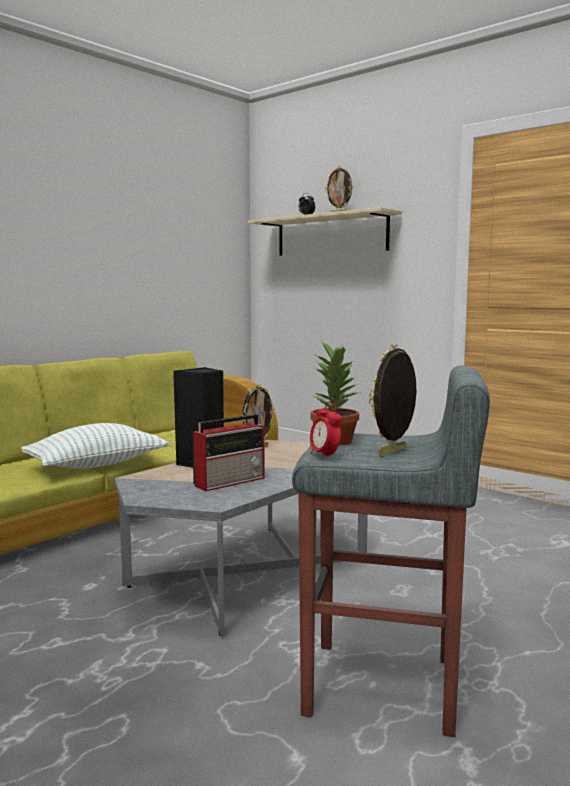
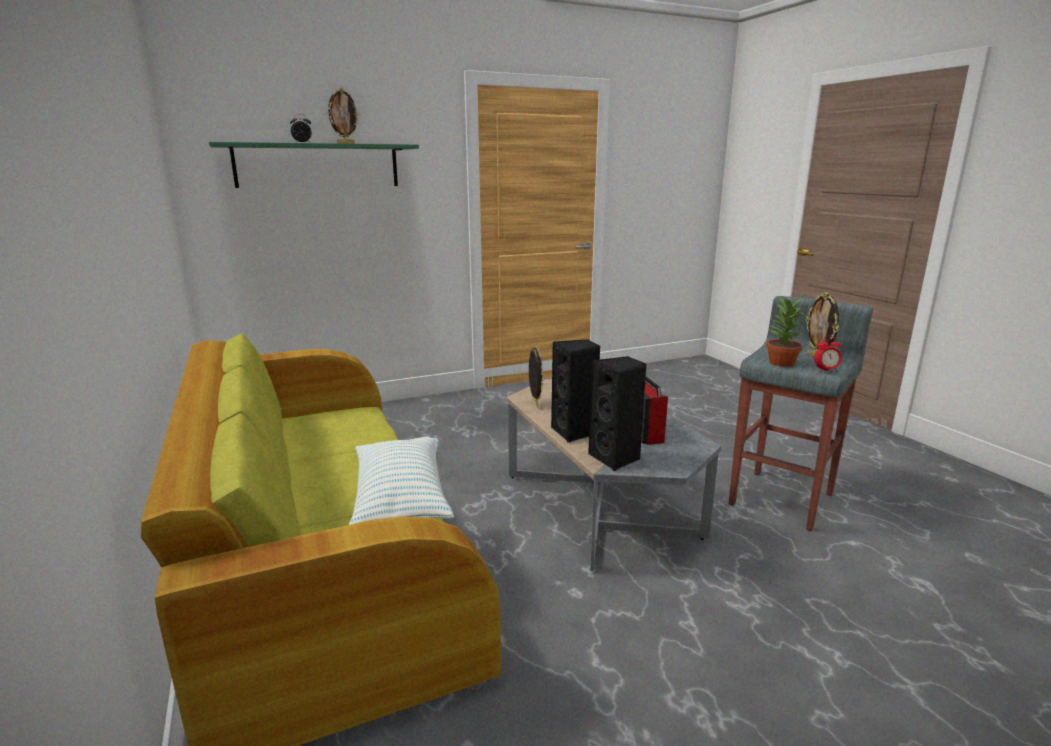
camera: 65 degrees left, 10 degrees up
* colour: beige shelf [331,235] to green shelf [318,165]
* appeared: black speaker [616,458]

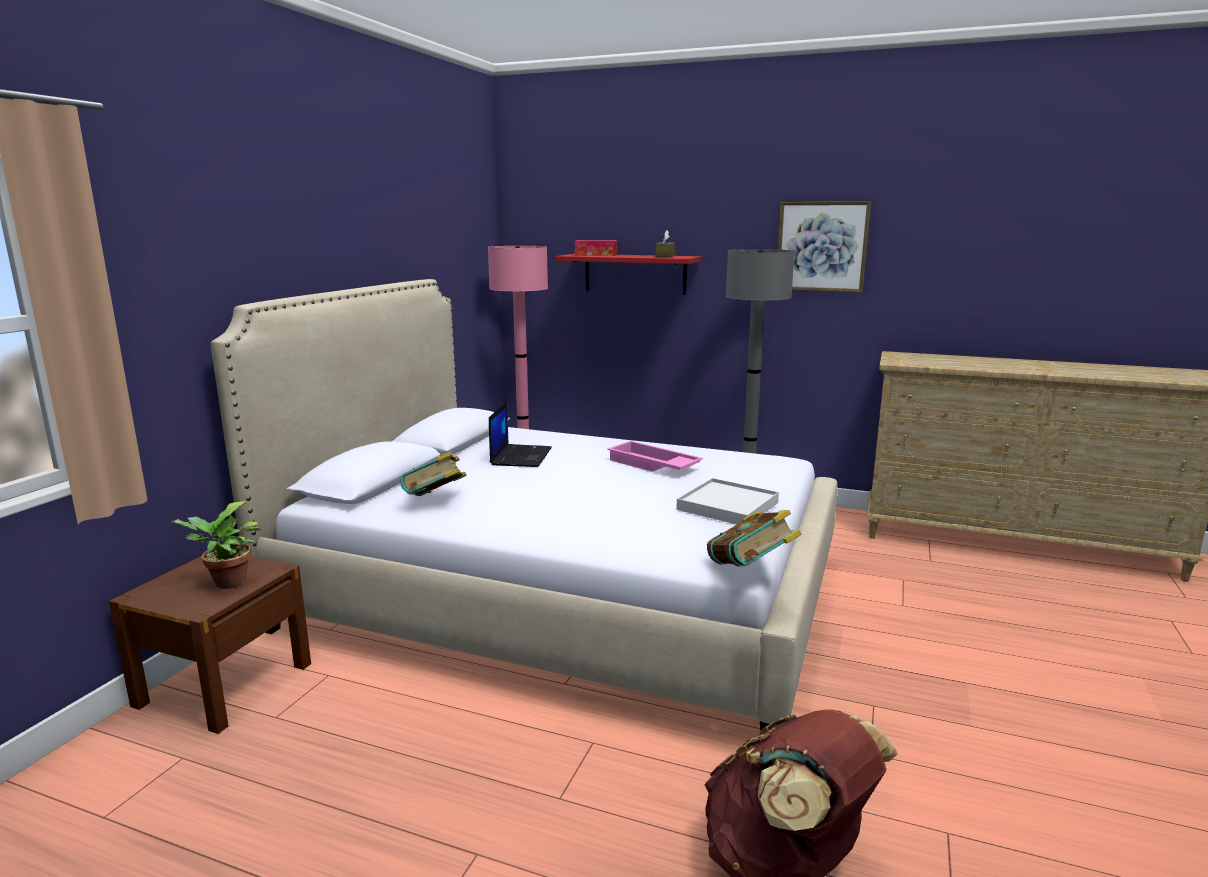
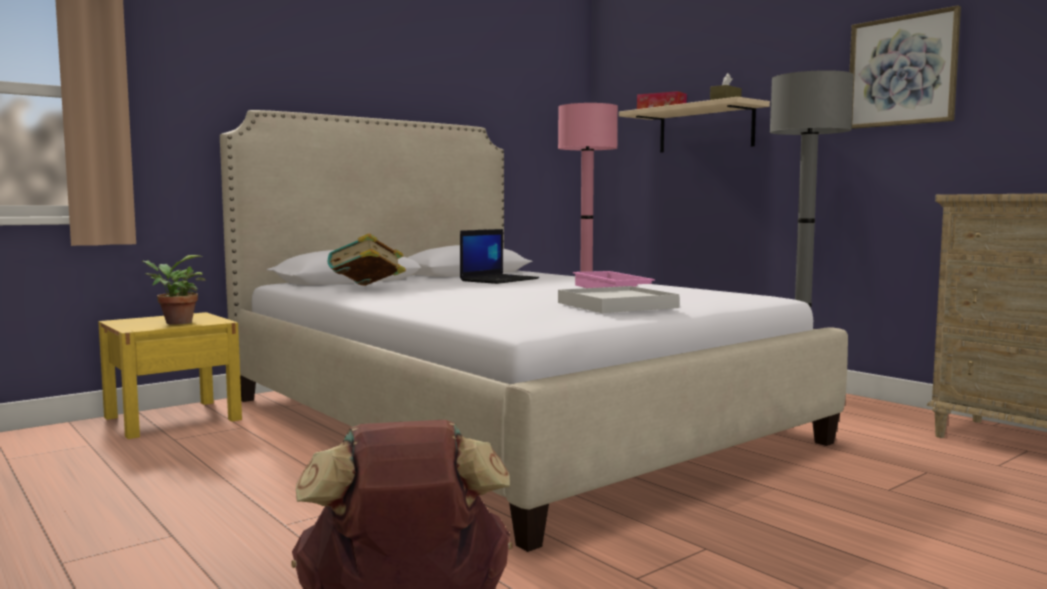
camera: 30 degrees right, 10 degrees down
* colour: brown nightstand [224,684] to yellow nightstand [172,418]
* colour: red shelf [635,274] to beige shelf [705,129]
* missing: book [750,570]

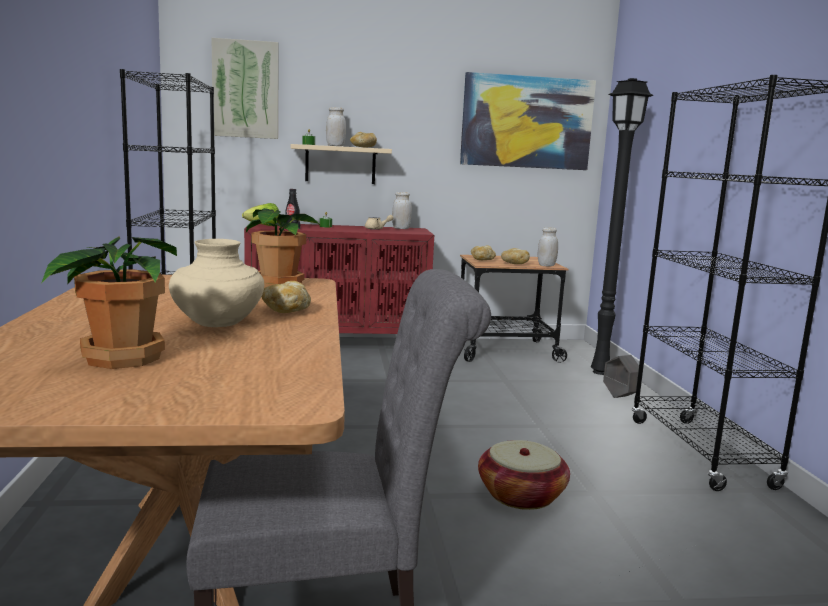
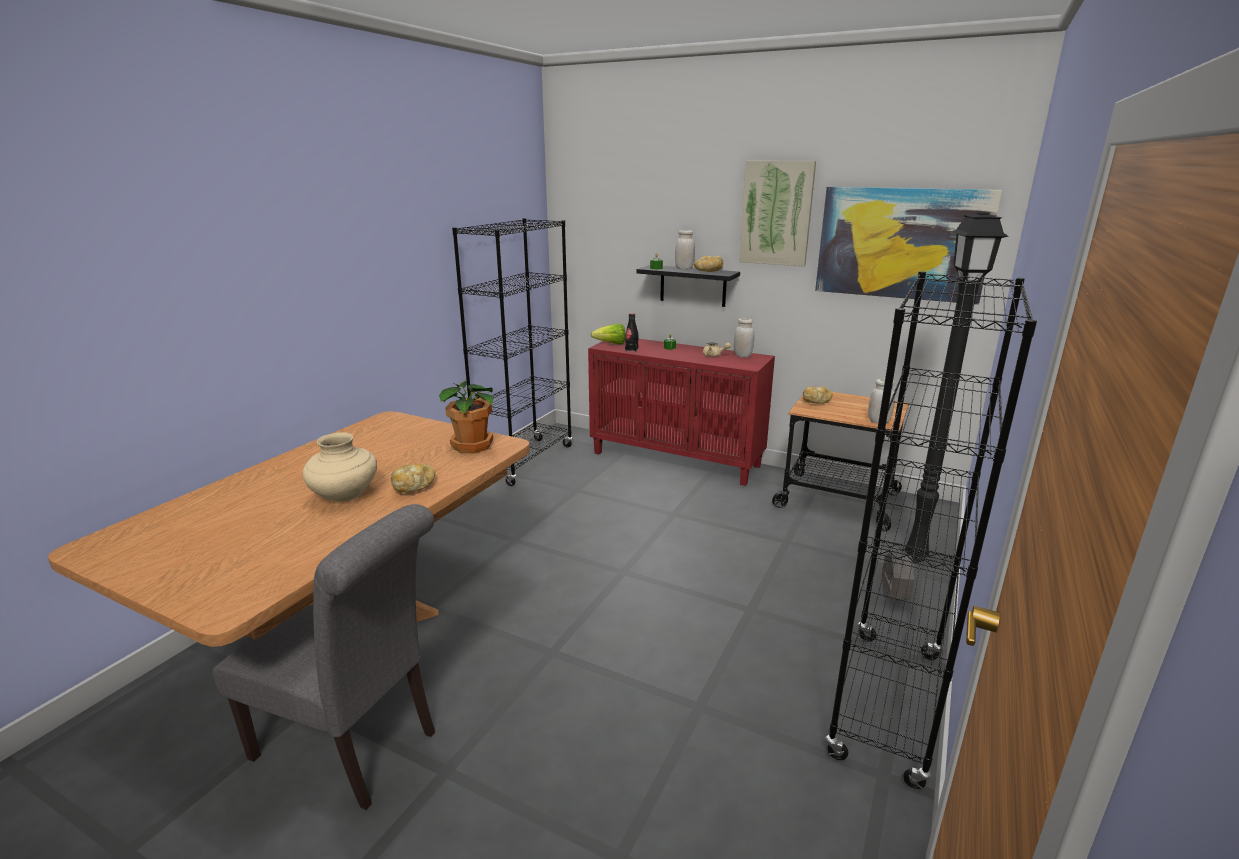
camera: 35 degrees right, 10 degrees up
* missing: potted plant [119,358]
* relocated: picture [245,89] to [776,213]
* colour: beige shelf [340,164] to black shelf [693,285]
* missing: basket [521,495]
* missing: bread [514,263]

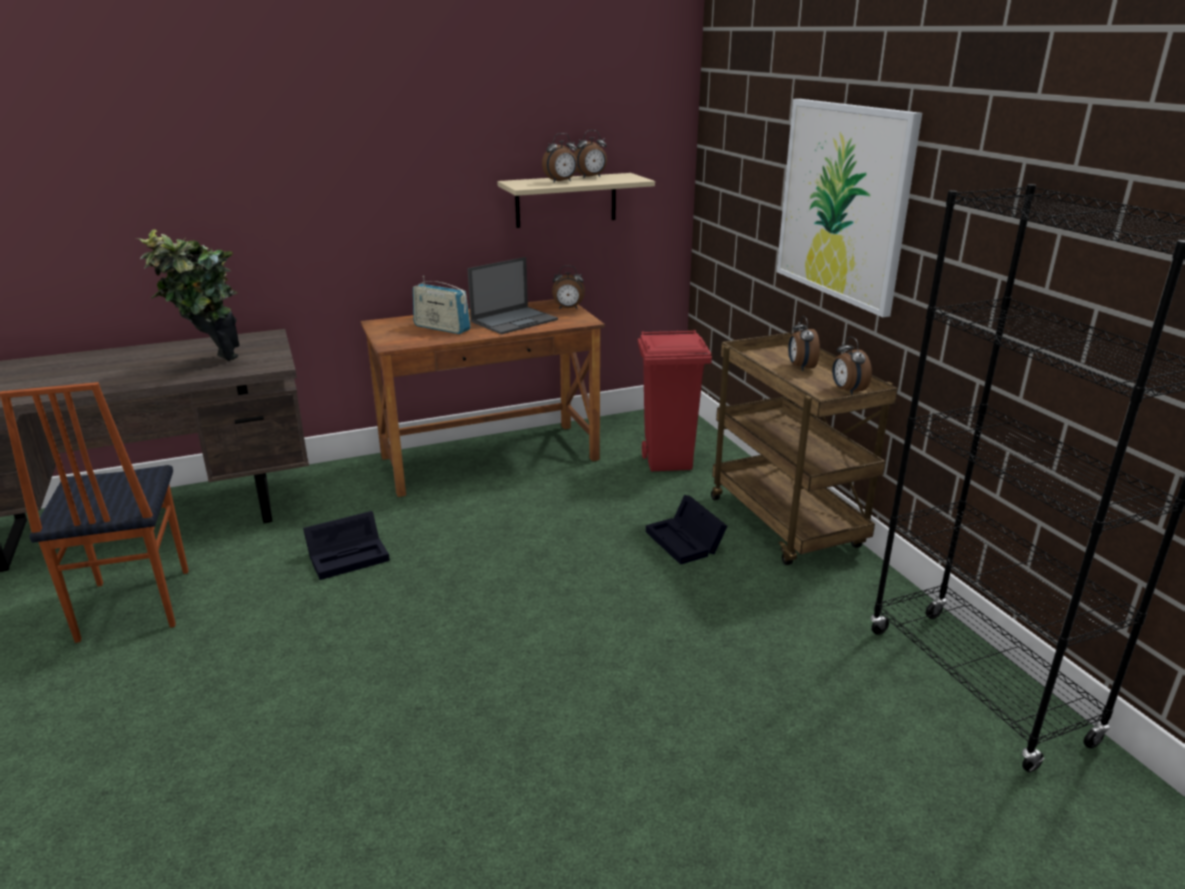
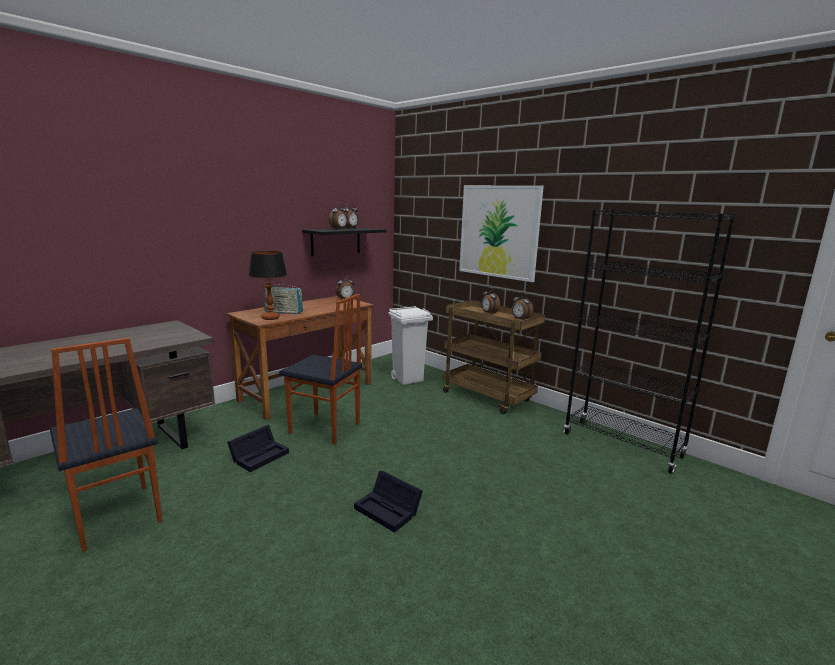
camera: 25 degrees left, 10 degrees down
* missing: potted plant [211,366]
* missing: laptop [515,320]
* colour: beige shelf [566,200] to black shelf [336,241]
* colour: red trash can [669,462] to white trash can [408,379]
* relocated: black storage box [686,542] to [389,510]
* appeared: table lamp [270,318]
* appeared: chair [324,429]

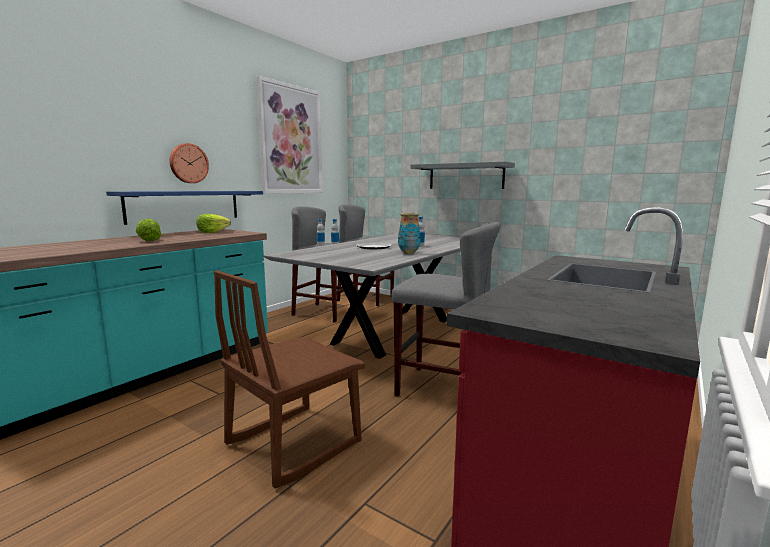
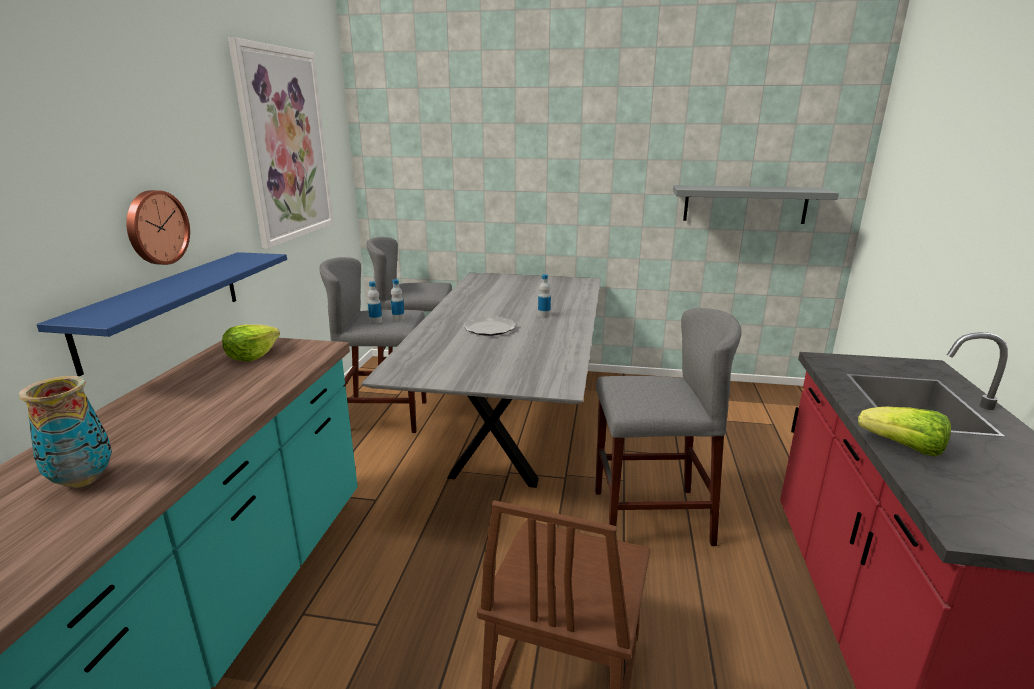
camera: 25 degrees left, 10 degrees up
* relocated: lettuce [149,240] to [903,447]
* relocated: vase [408,253] to [82,480]
* relocated: grey shelf [465,176] to [745,204]

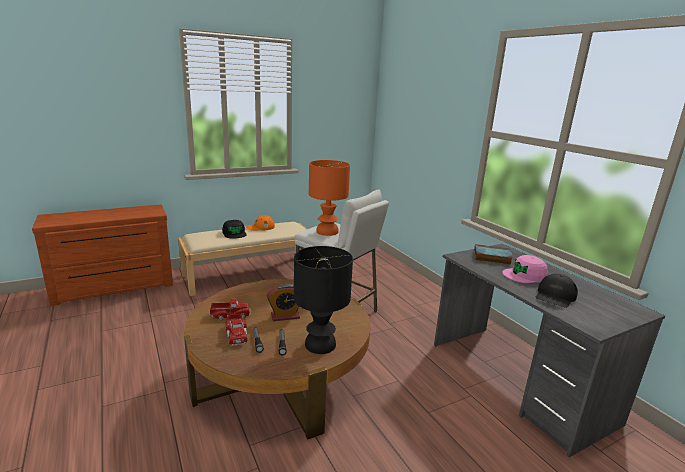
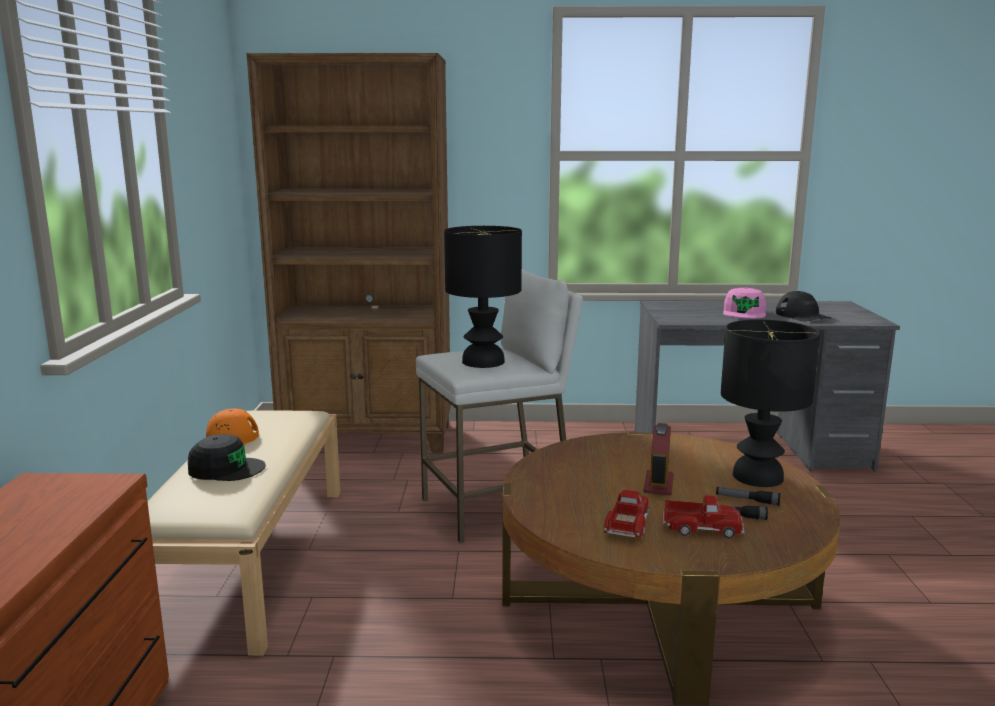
camera: 60 degrees left, 5 degrees down
* colour: orange table lamp [327,232] to black table lamp [484,362]
* missing: book [491,257]
* appeared: brown bookcase [369,438]

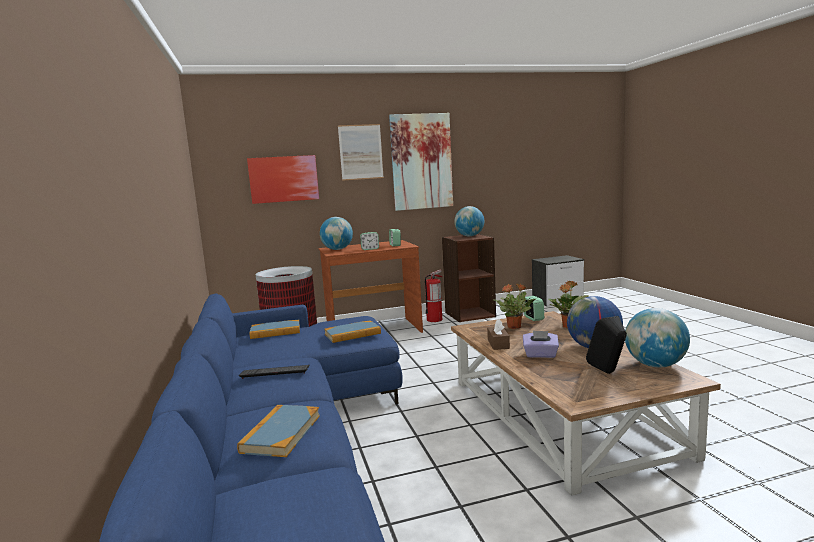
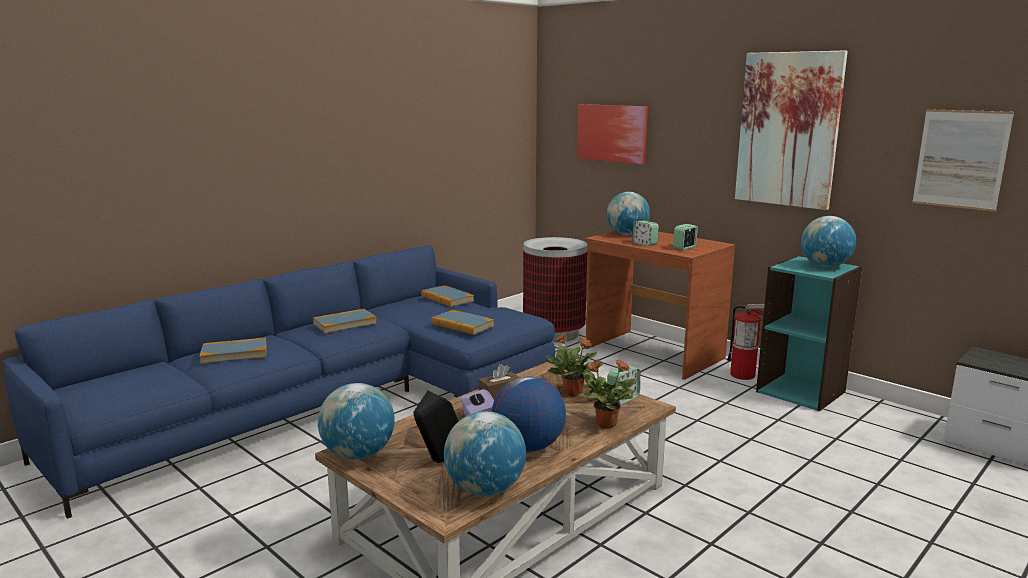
camera: 60 degrees right, 5 degrees up
* exchanged: keyboard [275,372] to book [345,323]
* relocated: picture [361,152] to [960,159]
* colour: brown bookcase [469,314] to turquoise bookcase [801,391]
* appeared: globe [358,455]

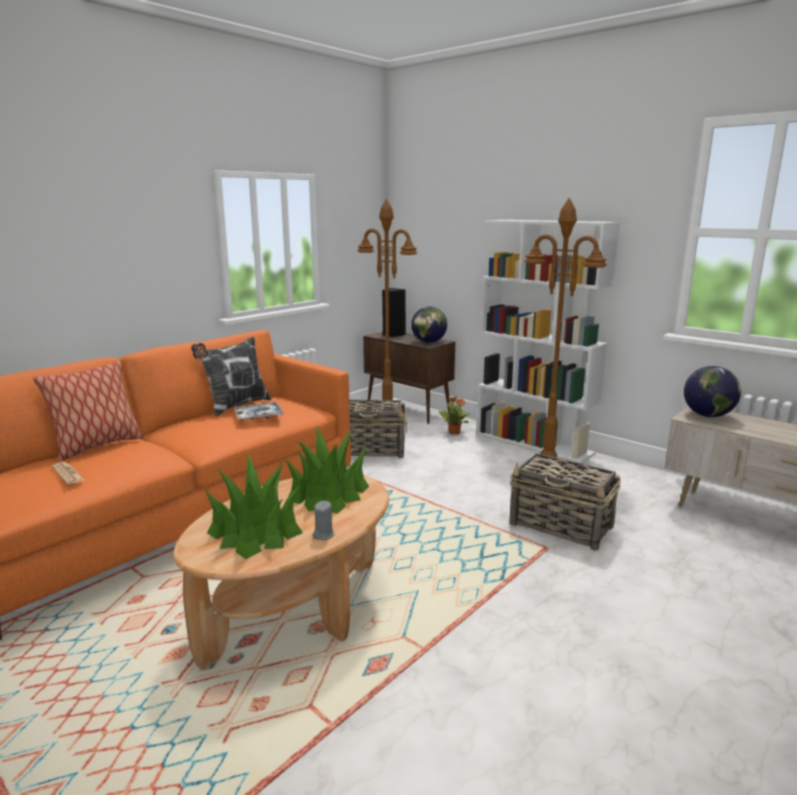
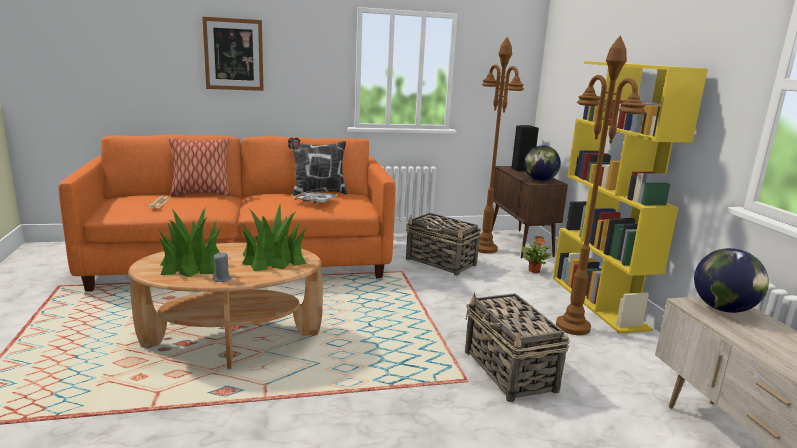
camera: 35 degrees right, 0 degrees up
* colour: white bookcase [534,443] to yellow bookcase [598,302]
* appeared: picture [234,54]

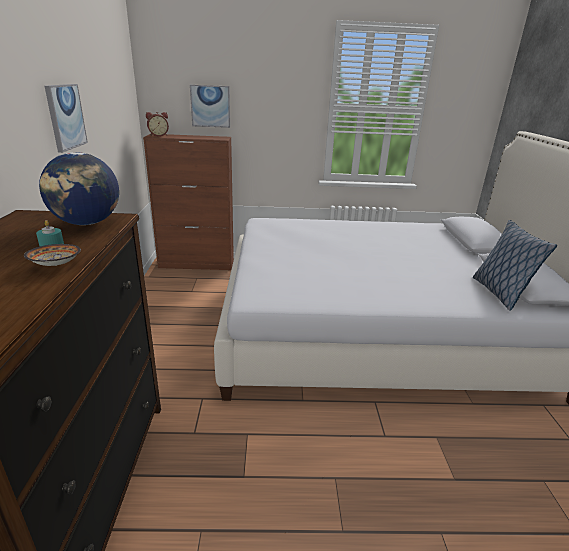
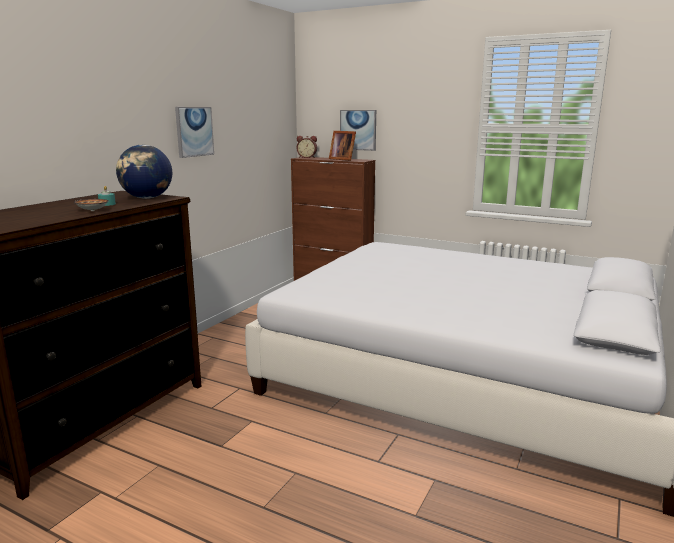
camera: 30 degrees right, 10 degrees down
* missing: pillow [499,293]
* appeared: picture frame [342,159]

